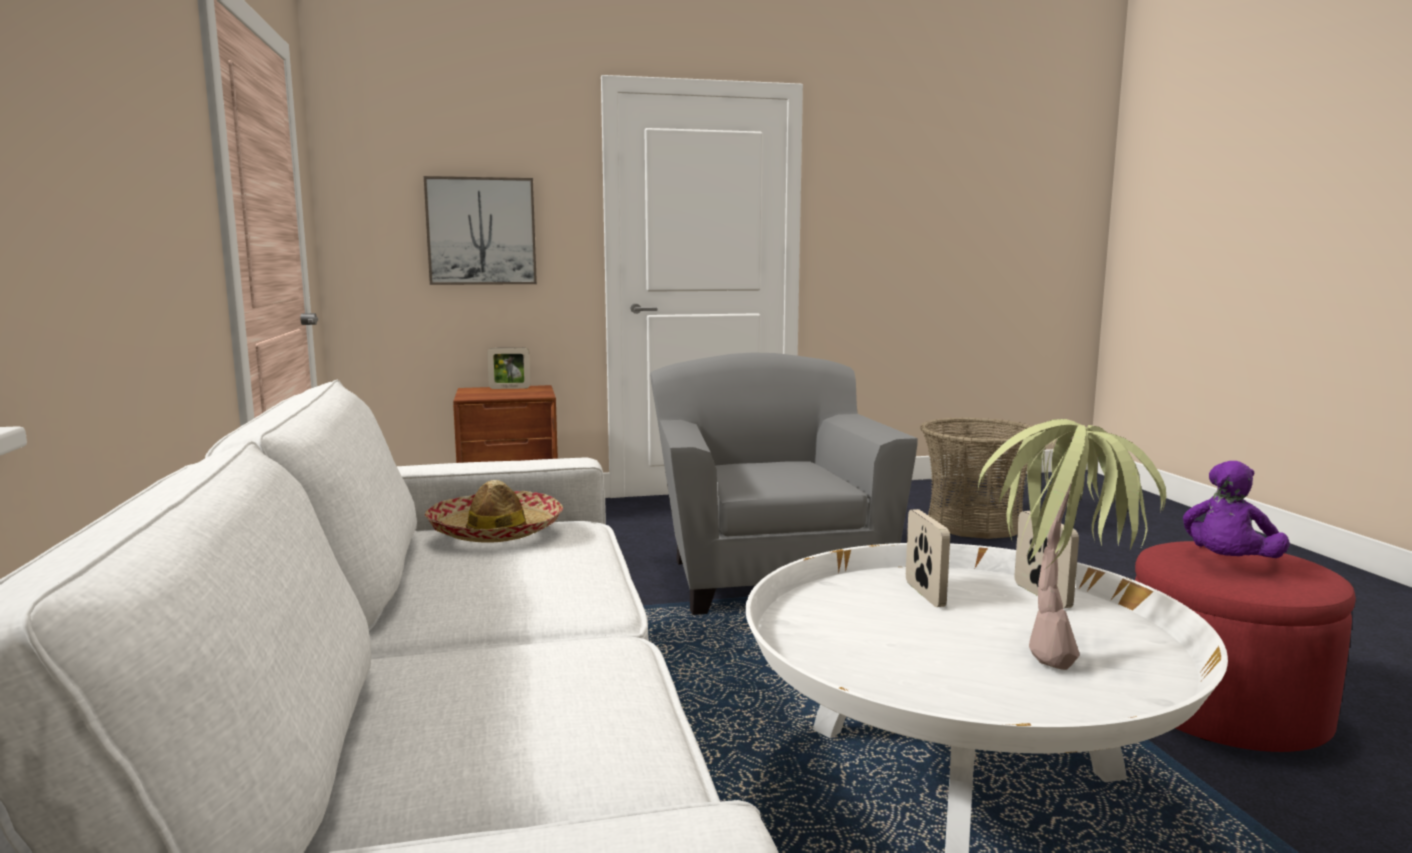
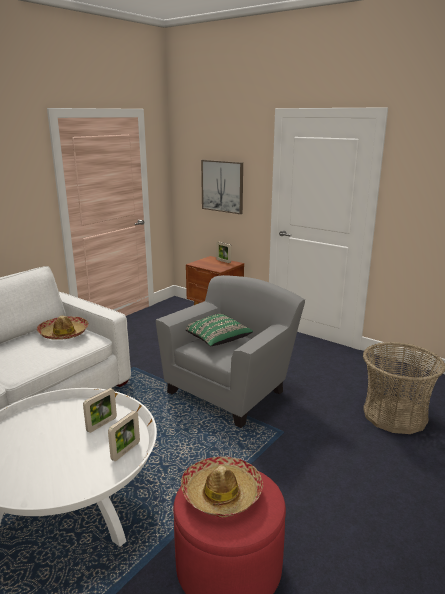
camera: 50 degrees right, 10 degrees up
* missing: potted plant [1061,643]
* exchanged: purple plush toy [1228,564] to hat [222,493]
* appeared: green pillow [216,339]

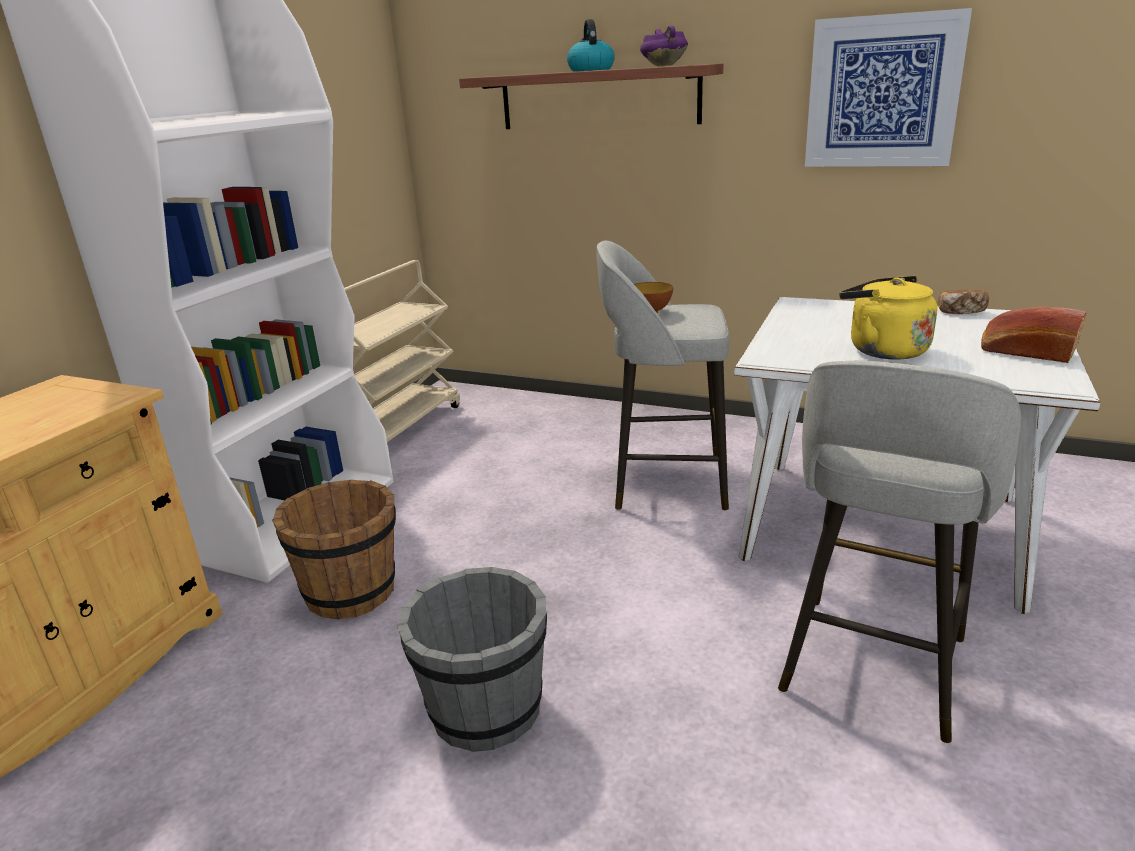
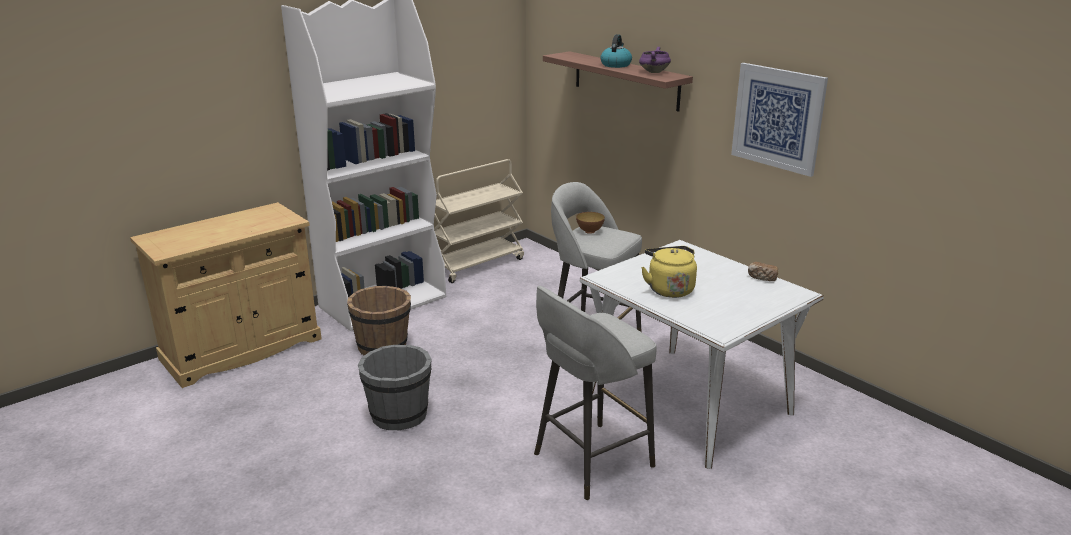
camera: 25 degrees right, 0 degrees up
* missing: bread [1025,352]

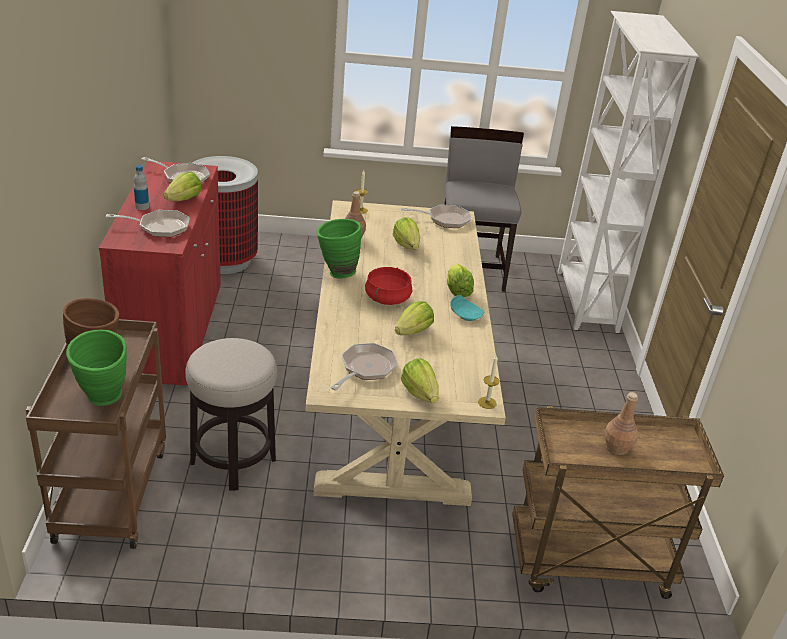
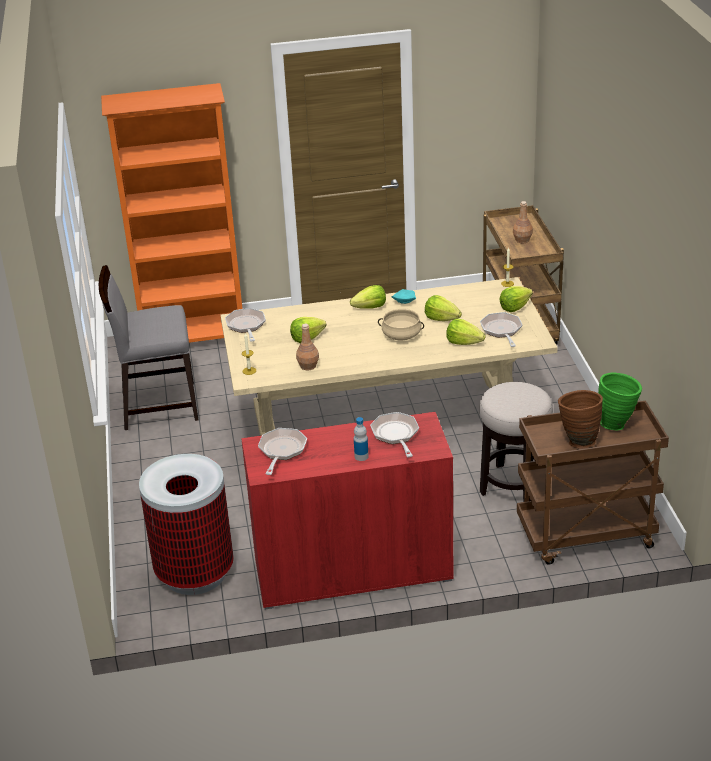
camera: 95 degrees left, 0 degrees up
* relocated: lettuce [184,199] to [464,342]
* missing: green vase [336,272]
* spun: frying pan [365,369] = [502,331] 60 degrees clockwise
* colour: red cooking pot [387,298] to beige cooking pot [401,335]
* colour: white bookcase [585,301] to orange bookcase [195,339]

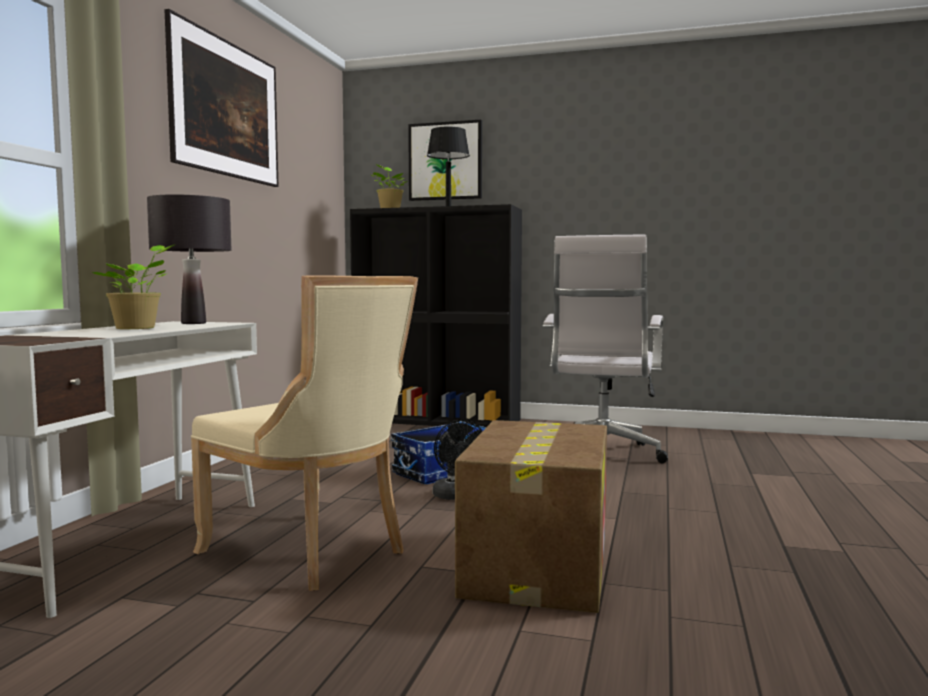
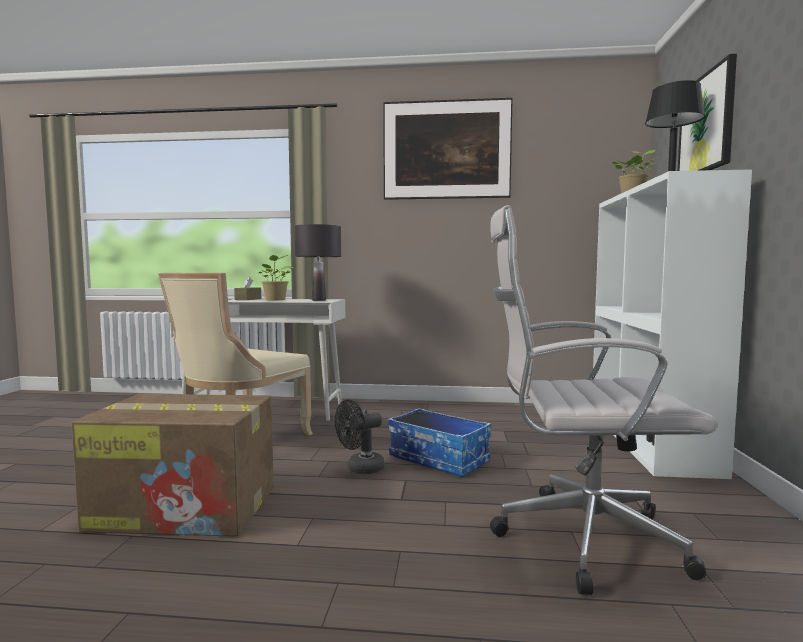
camera: 80 degrees right, 0 degrees up
* colour: black bookcase [438,420] to white bookcase [650,440]
* appeared: brown tissue box [248,299]

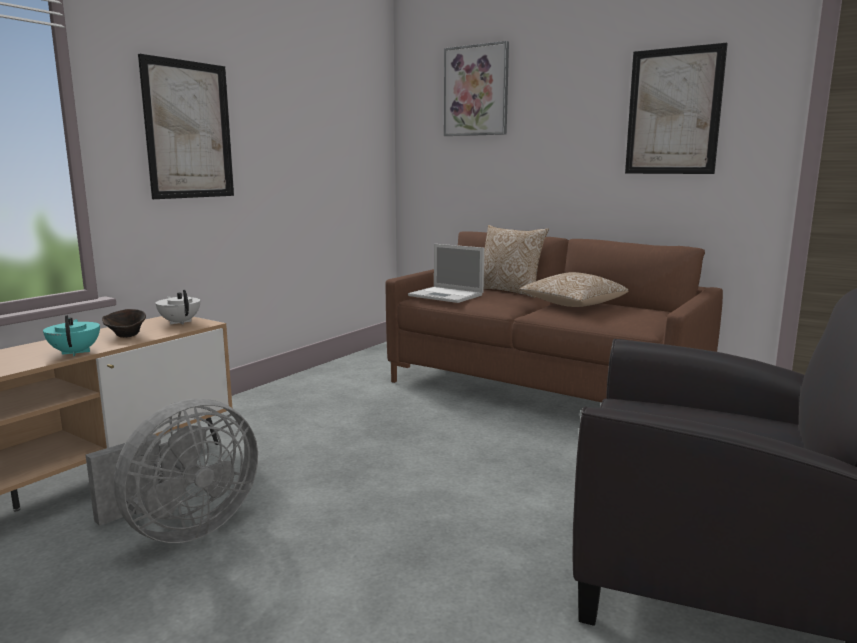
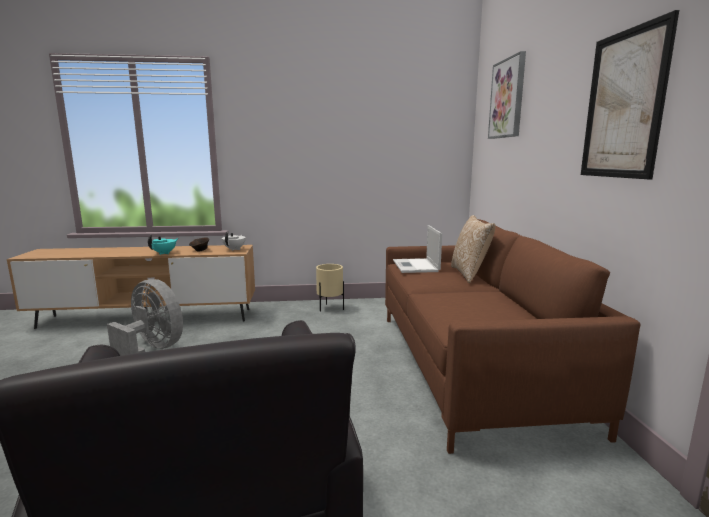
camera: 50 degrees right, 0 degrees up
* spun: grey fan [182,529] = [152,350] 150 degrees counterclockwise
* missing: picture [188,130]
* missing: pillow [572,305]
* appeared: beige planter [330,309]

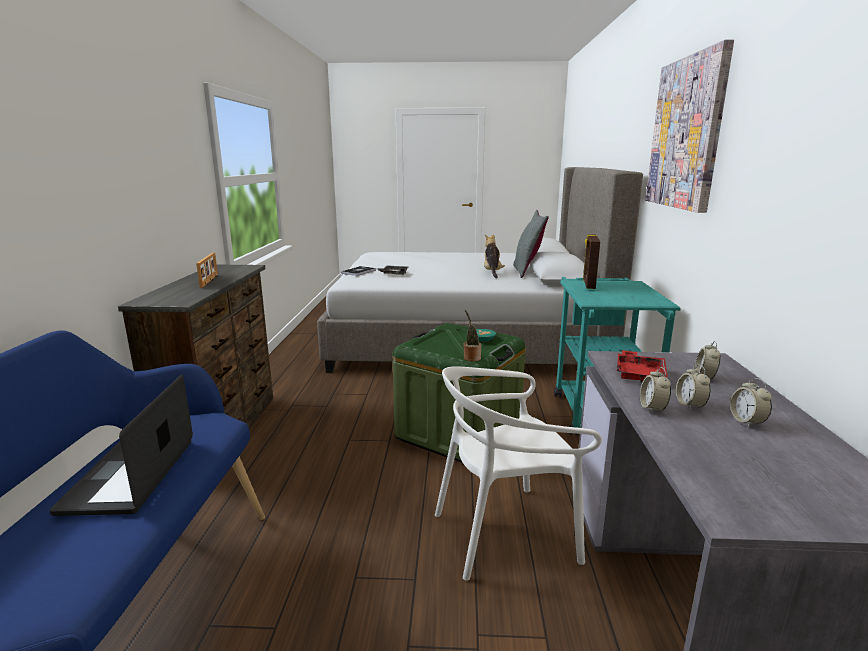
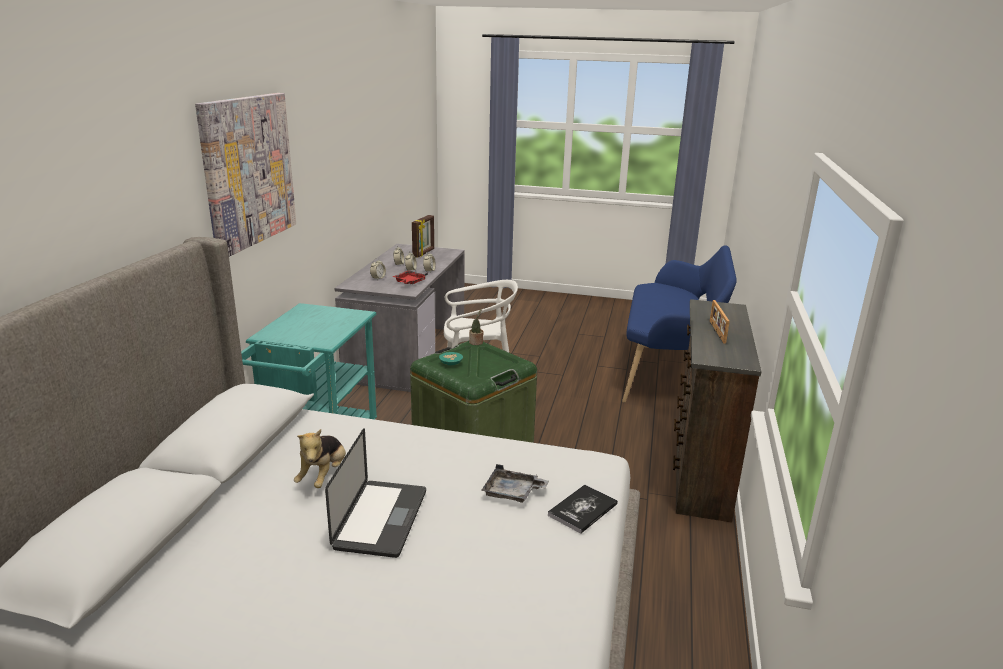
camera: 170 degrees left, 5 degrees up
* relocated: laptop [130,475] to [381,519]
* missing: grey pillow [527,271]
* relocated: picture frame [588,284] to [424,253]

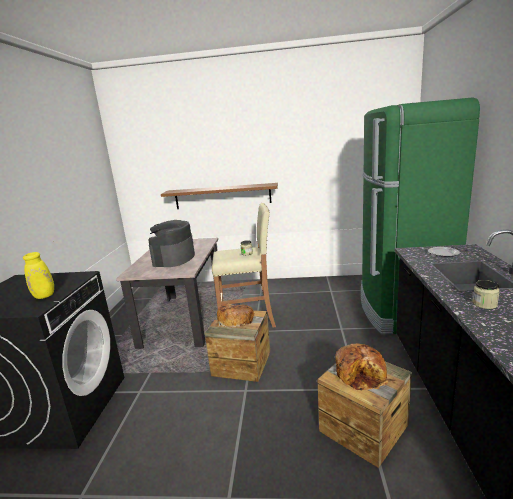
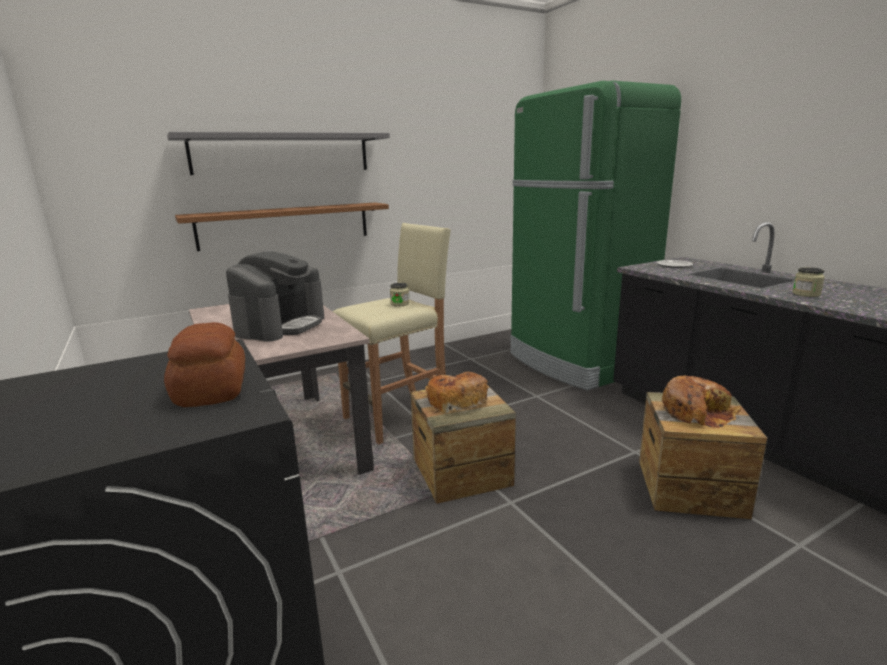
camera: 35 degrees left, 0 degrees up
* exchanged: yellow vase [46,295] to bread [213,389]
* spun: coffee machine [174,258] = [281,325] 135 degrees counterclockwise
* appeared: grey shelf [283,153]

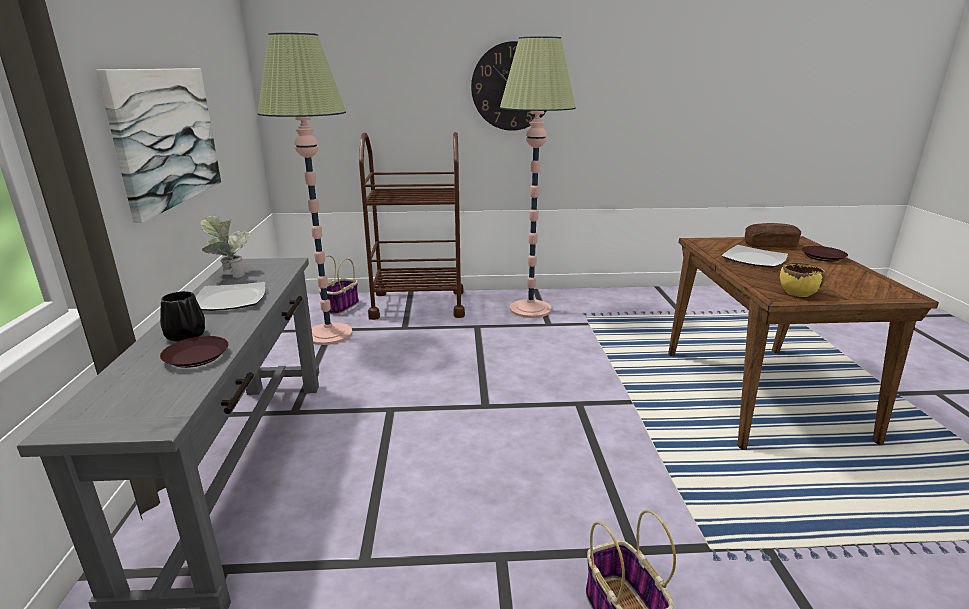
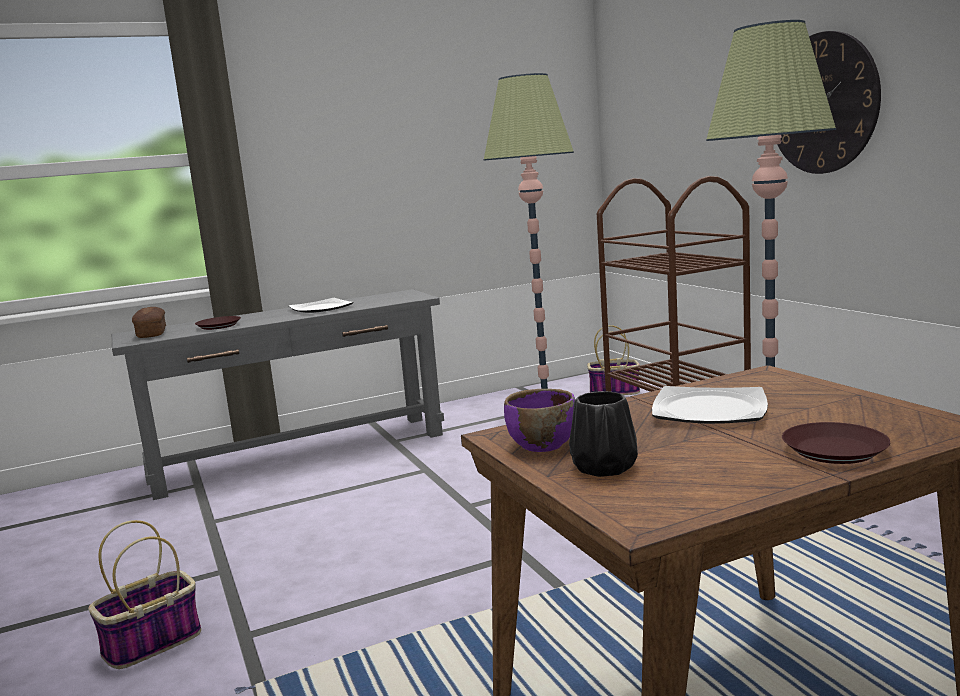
camera: 70 degrees right, 10 degrees down
* missing: picture [166,137]
* relocated: black vase [185,336] to [602,467]
* missing: potted plant [230,275]
* relocated: bread [770,245] to [151,333]
* colour: yellow bowl [798,293] to purple bowl [541,445]

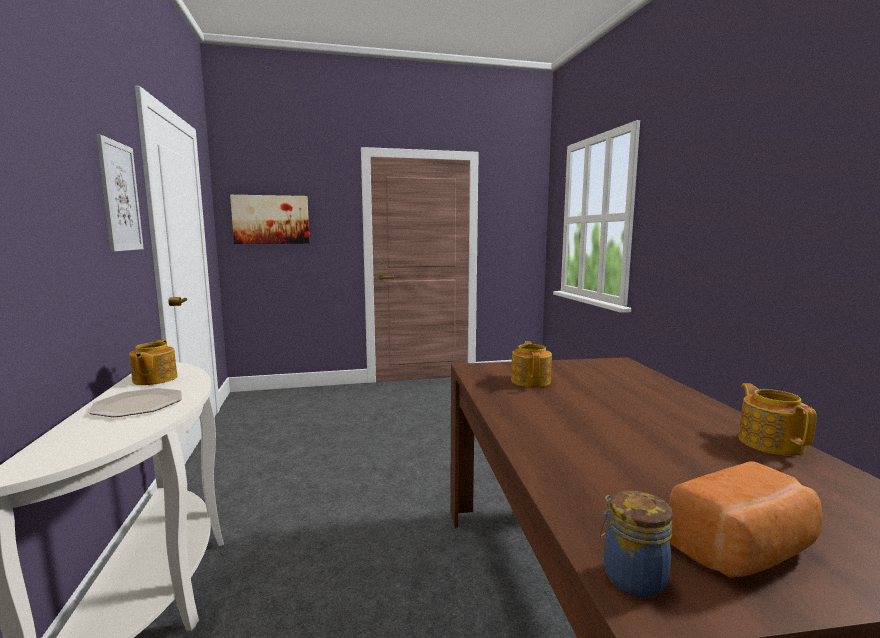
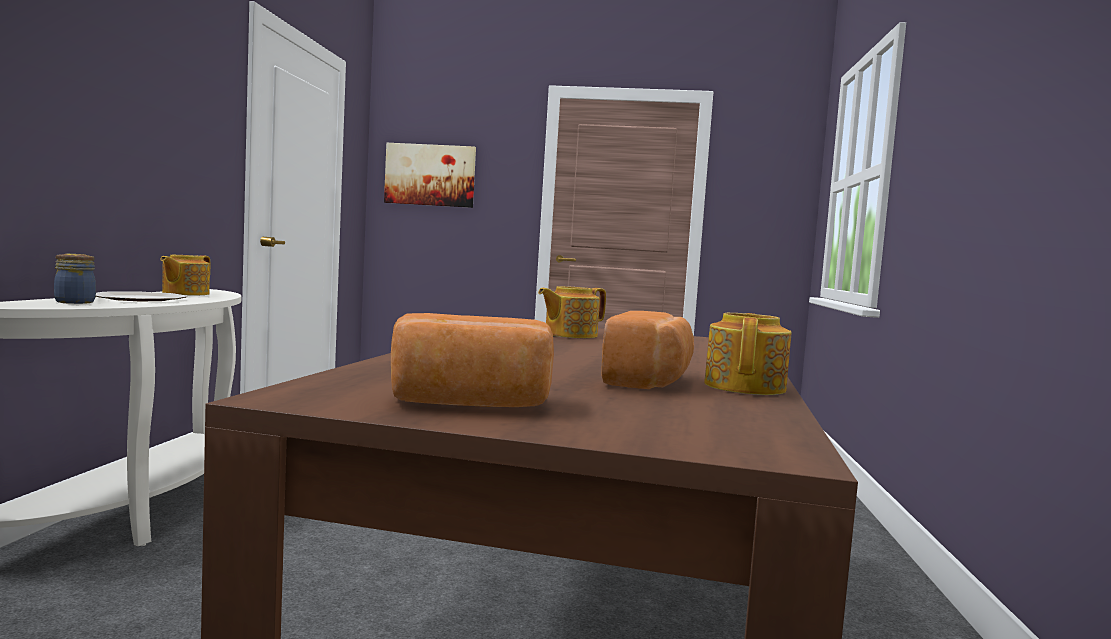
camera: 20 degrees right, 5 degrees down
* missing: picture [120,197]
* spun: teapot [531,381] = [569,335] 150 degrees counterclockwise
* relocated: jar [631,577] to [75,302]
* appeared: bread [650,381]

